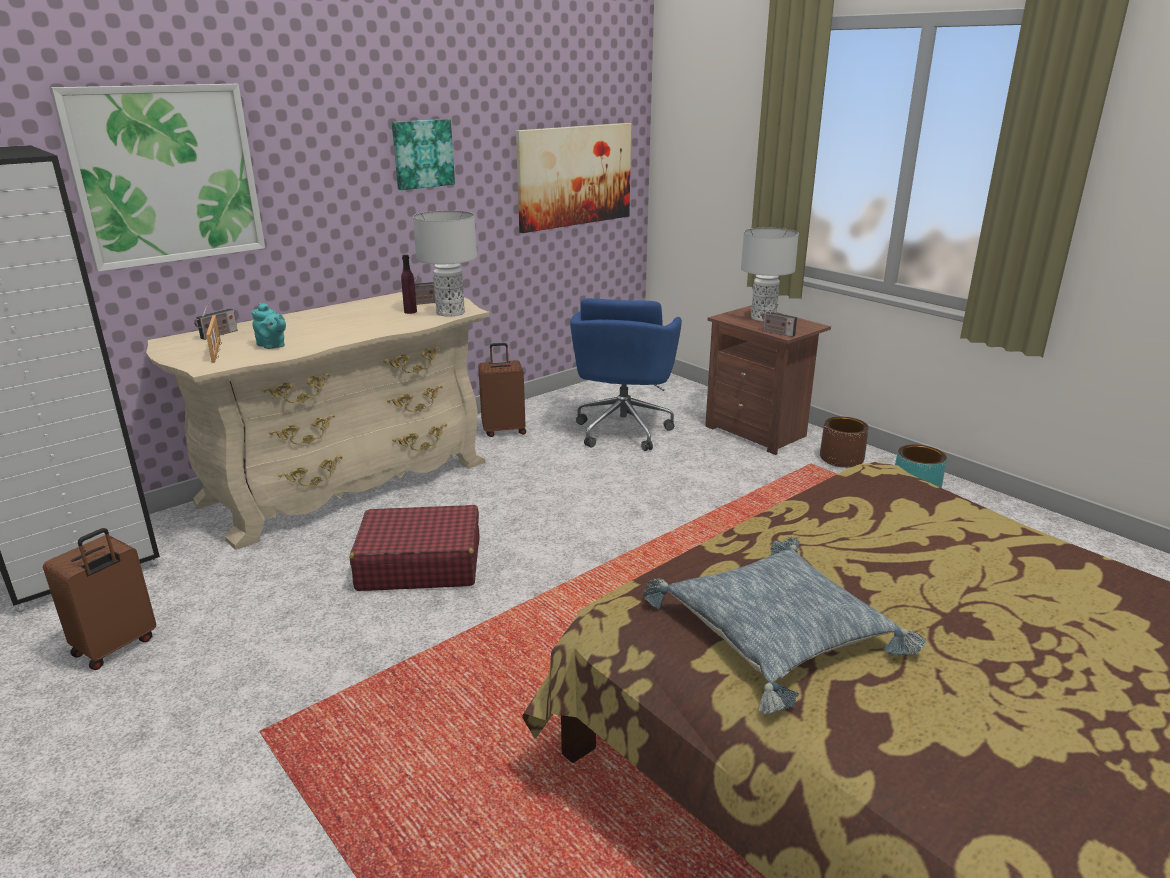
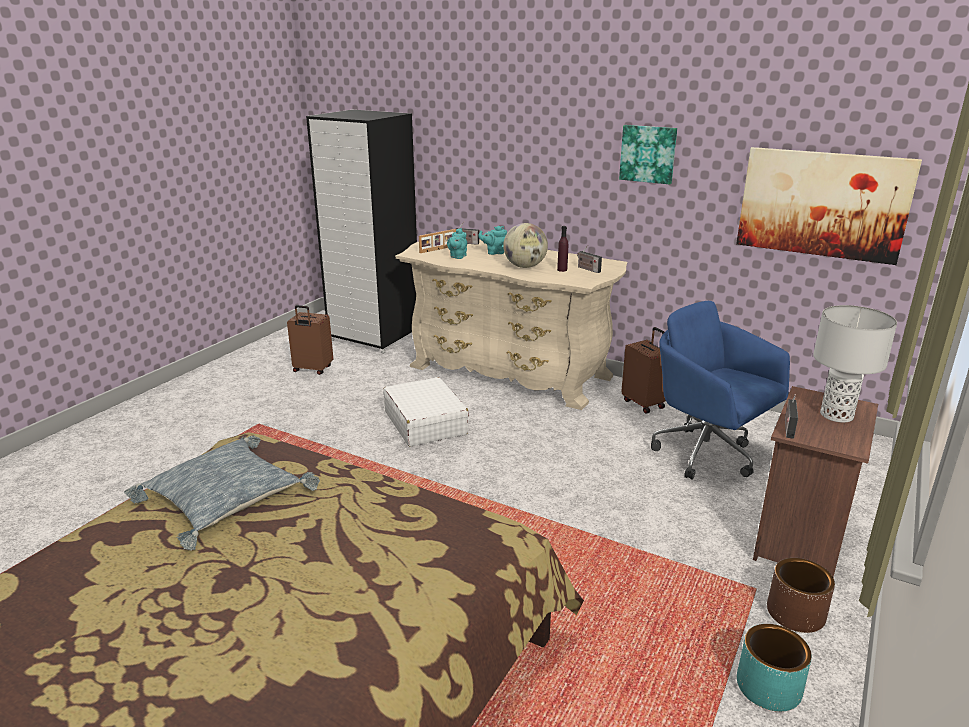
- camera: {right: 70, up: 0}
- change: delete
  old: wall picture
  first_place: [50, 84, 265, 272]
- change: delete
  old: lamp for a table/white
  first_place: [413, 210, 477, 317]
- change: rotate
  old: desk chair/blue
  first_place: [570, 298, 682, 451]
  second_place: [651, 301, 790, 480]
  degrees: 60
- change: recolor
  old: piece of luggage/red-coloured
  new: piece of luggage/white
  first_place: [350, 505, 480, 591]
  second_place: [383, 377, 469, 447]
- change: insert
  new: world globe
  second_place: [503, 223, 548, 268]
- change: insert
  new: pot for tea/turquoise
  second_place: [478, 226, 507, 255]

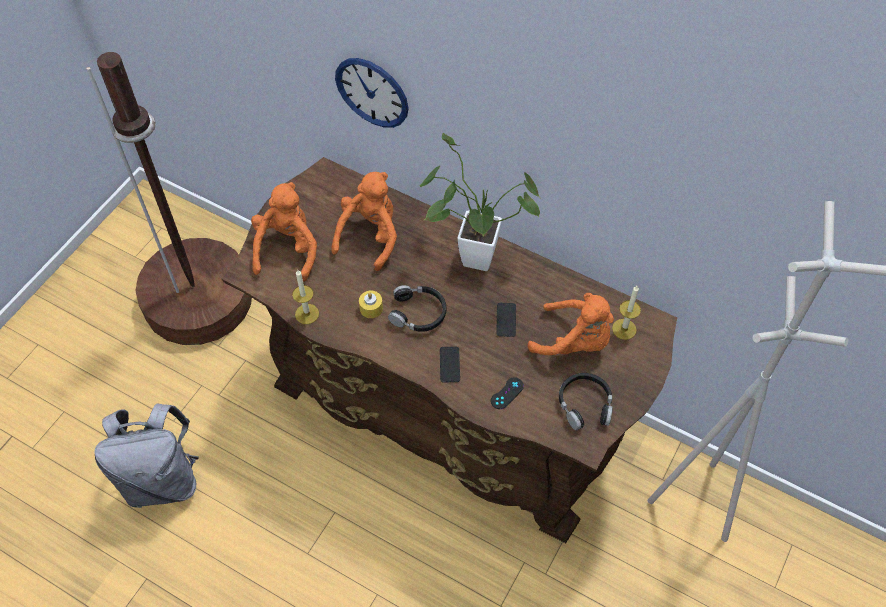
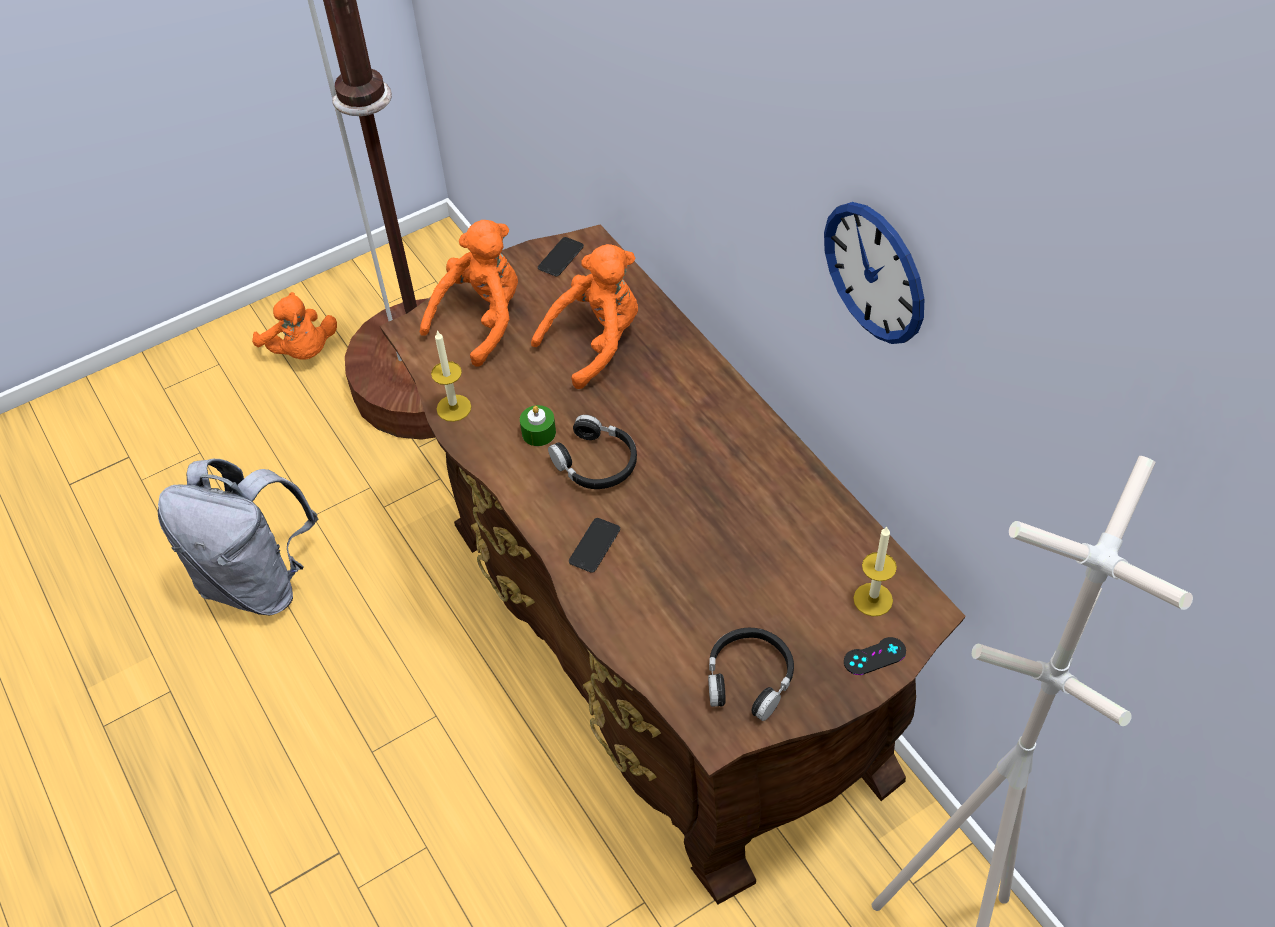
- camera: {right: 30, up: -5}
- change: move
  old: hanging clock
  first_place: [335, 58, 409, 128]
  second_place: [824, 202, 924, 344]
- change: delete
  old: potted plant
  first_place: [419, 133, 540, 271]
- change: recolor
  old: candle/yellow
  new: candle/greenish
  first_place: [359, 291, 383, 318]
  second_place: [520, 405, 556, 446]
- change: move
  old: soft toy/orangey
  first_place: [528, 293, 614, 355]
  second_place: [252, 292, 337, 360]
- change: move
  old: telephone
  first_place: [496, 303, 516, 337]
  second_place: [538, 237, 584, 276]
- change: move
  old: joypad/blackish
  first_place: [491, 377, 524, 409]
  second_place: [844, 637, 906, 675]

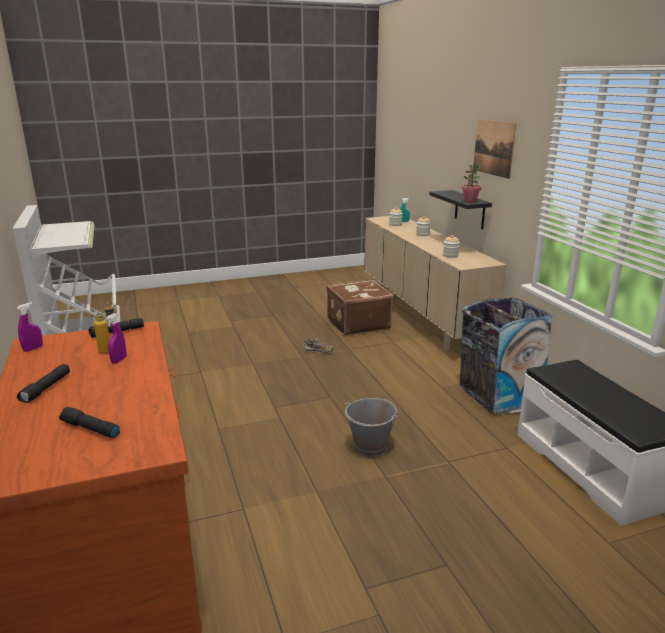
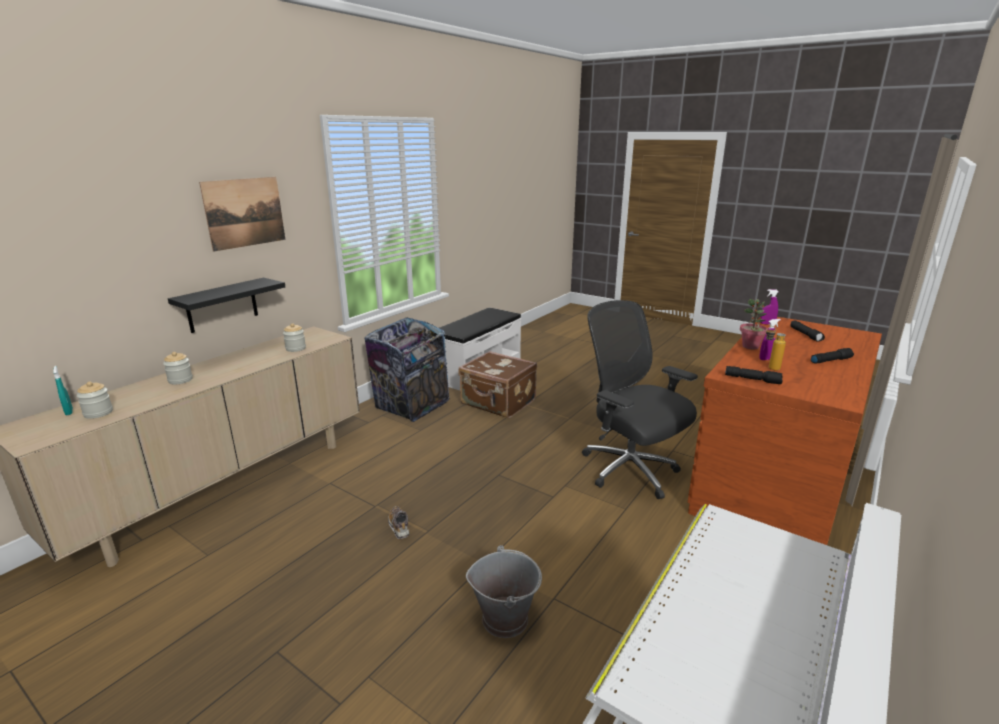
- camera: {right: -125, up: 0}
- change: move
  old: potted plant
  first_place: [462, 164, 482, 203]
  second_place: [740, 299, 768, 350]
- change: move
  old: piece of luggage/brown
  first_place: [327, 280, 393, 335]
  second_place: [458, 351, 537, 418]
- change: move
  old: sprayer/purple
  first_place: [17, 302, 43, 352]
  second_place: [760, 289, 779, 325]
- change: move
  old: water bucket/gray
  first_place: [345, 398, 398, 457]
  second_place: [466, 545, 542, 638]
- change: insert
  new: desk chair
  second_place: [582, 300, 698, 499]

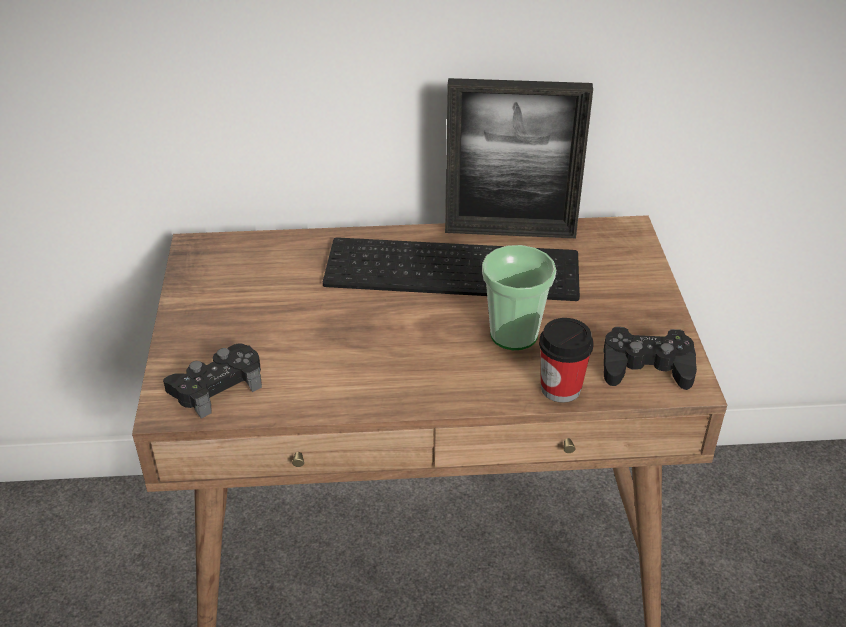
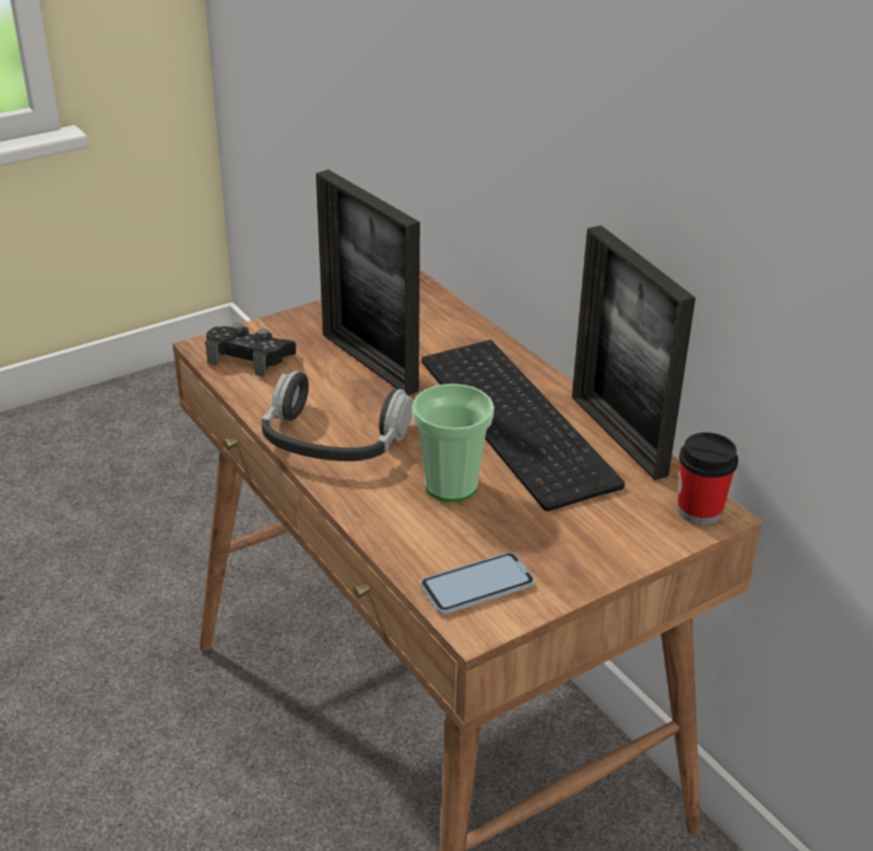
- camera: {right: 60, up: -5}
- change: move
  old: small cup
  first_place: [539, 318, 594, 403]
  second_place: [678, 432, 738, 525]
- change: replace
  old: joypad/blackish
  new: telephone
  first_place: [604, 327, 697, 390]
  second_place: [421, 552, 535, 614]
- change: insert
  new: picture frame
  second_place: [316, 169, 420, 396]
- change: insert
  new: pair of headphones
  second_place: [261, 371, 413, 461]

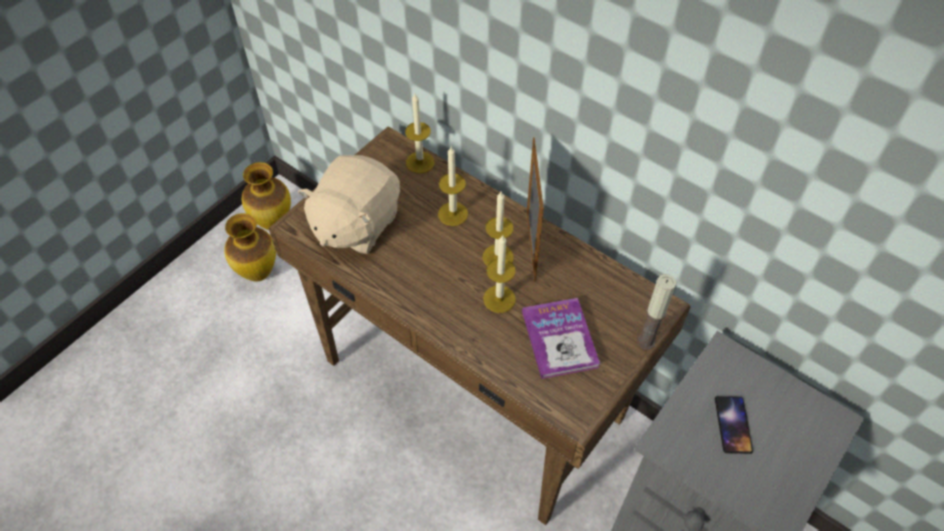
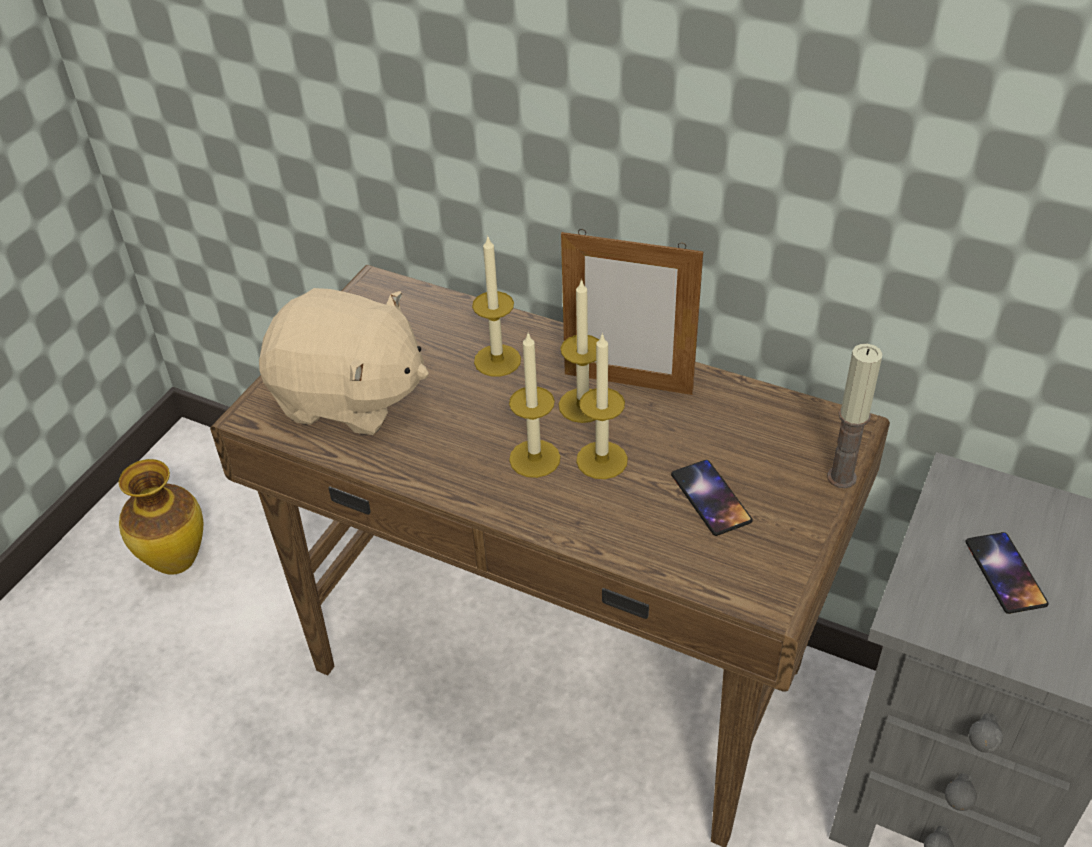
- camera: {right: -10, up: -10}
- change: move
  old: candle
  first_place: [405, 93, 435, 173]
  second_place: [509, 333, 561, 478]
- change: rotate
  old: picture frame
  first_place: [527, 137, 544, 282]
  second_place: [561, 229, 703, 395]
  degrees: 120
- change: rotate
  old: soft toy/sand-coloured
  first_place: [298, 155, 400, 254]
  second_place: [259, 288, 429, 435]
  degrees: -90
- change: delete
  old: vase
  first_place: [242, 162, 291, 230]
- change: replace
  old: volume
  new: telephone
  first_place: [522, 298, 600, 379]
  second_place: [671, 460, 753, 536]

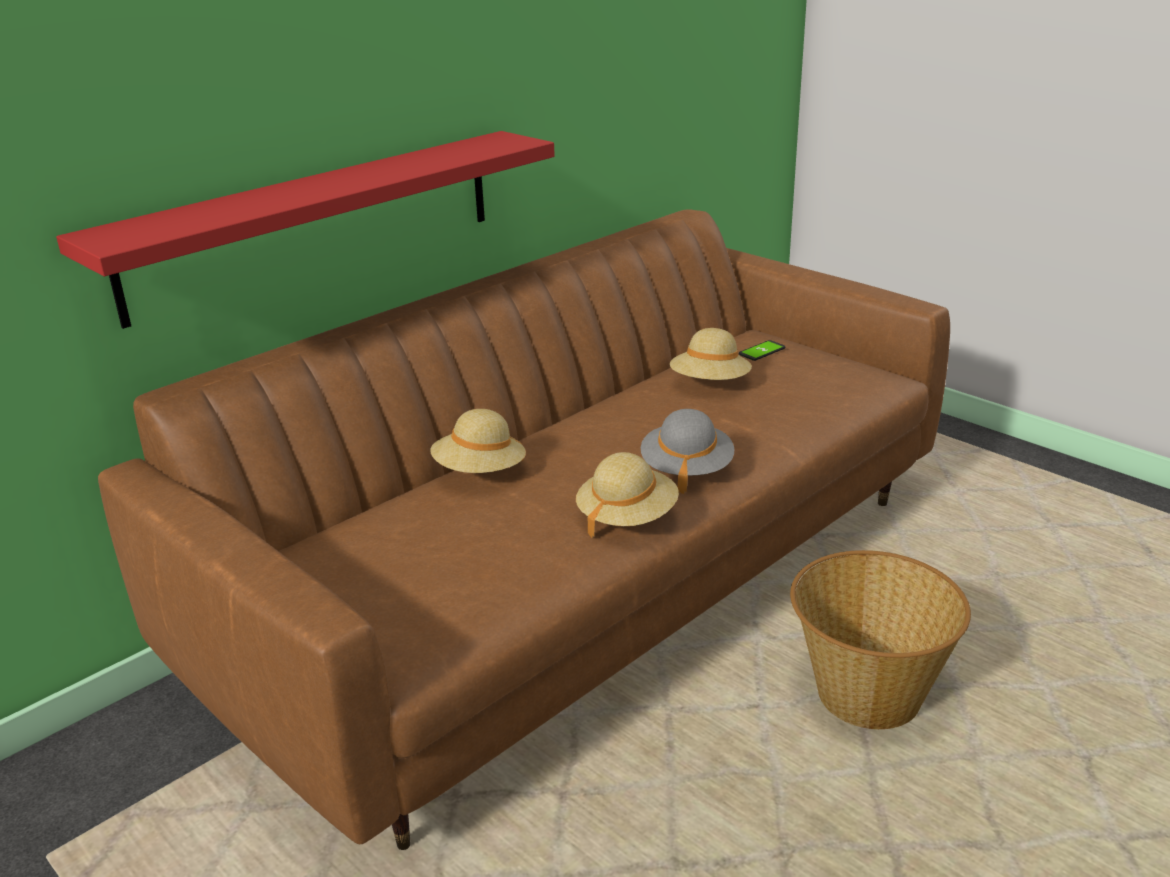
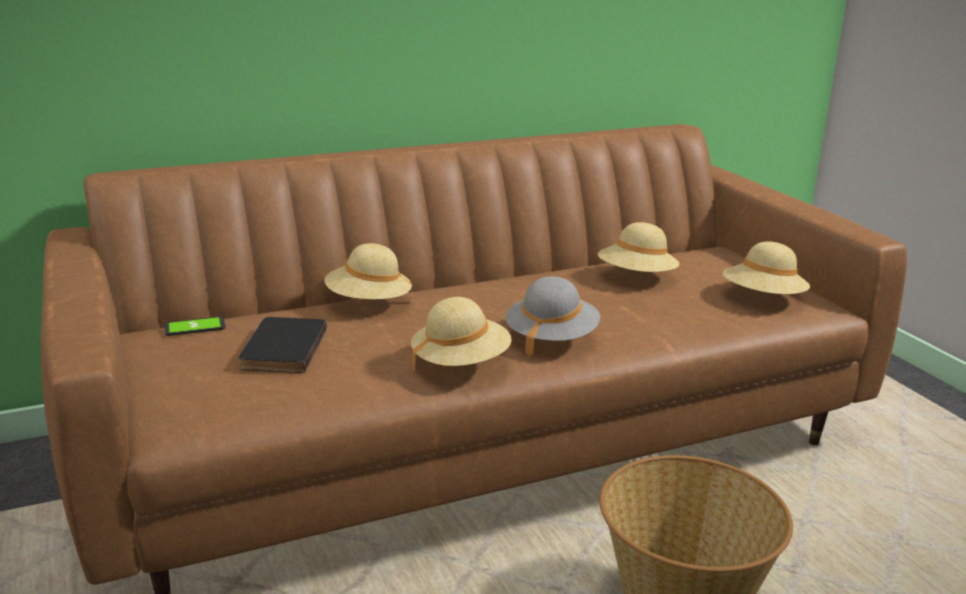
- camera: {right: 20, up: -5}
- change: delete
  old: wall shelf/red-coloured
  first_place: [56, 131, 555, 329]
- change: move
  old: telephone
  first_place: [739, 340, 785, 361]
  second_place: [164, 316, 226, 336]
- change: insert
  new: wearable hat/sand-coloured
  second_place: [723, 242, 810, 294]
- change: insert
  new: volume/blackish
  second_place: [238, 317, 327, 373]

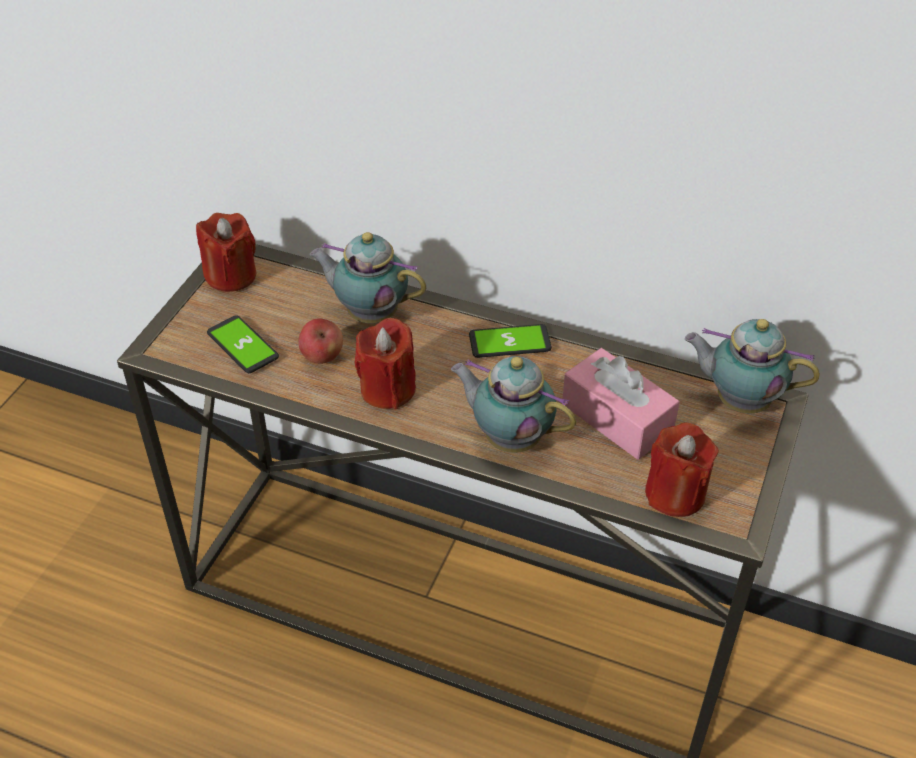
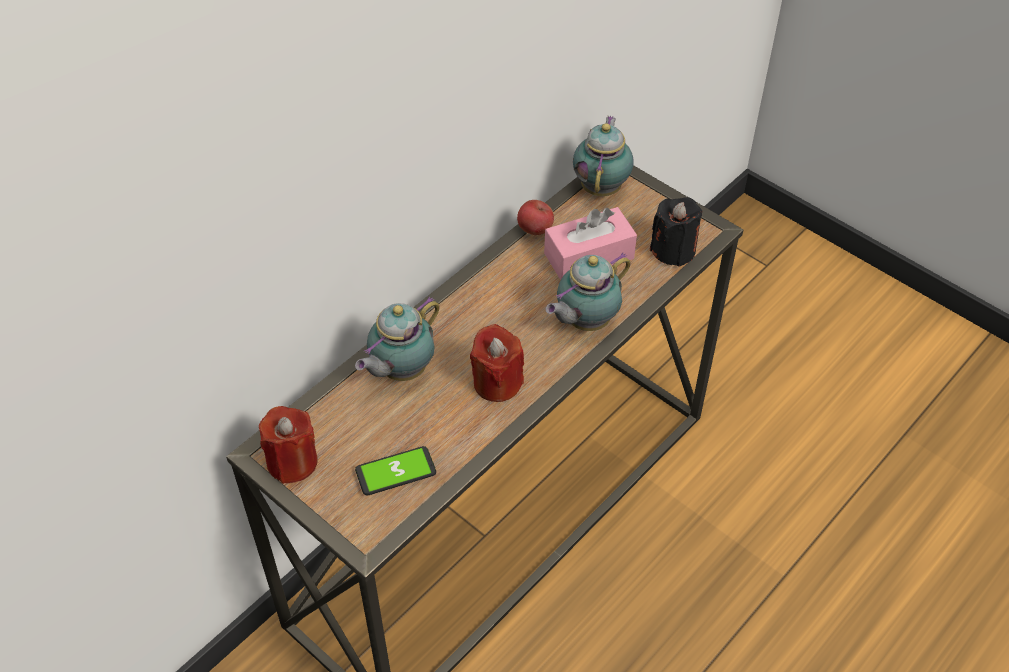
- camera: {right: -70, up: 5}
- change: move
  old: apple fruit
  first_place: [298, 318, 343, 364]
  second_place: [517, 200, 554, 235]
- change: rotate
  old: pot for tea
  first_place: [685, 319, 820, 414]
  second_place: [573, 116, 634, 196]
  degrees: 150
- change: delete
  old: telephone
  first_place: [469, 324, 552, 358]
- change: recolor
  old: candle/red-coloured
  new: candle/blackish
  first_place: [645, 423, 718, 517]
  second_place: [650, 197, 702, 267]

